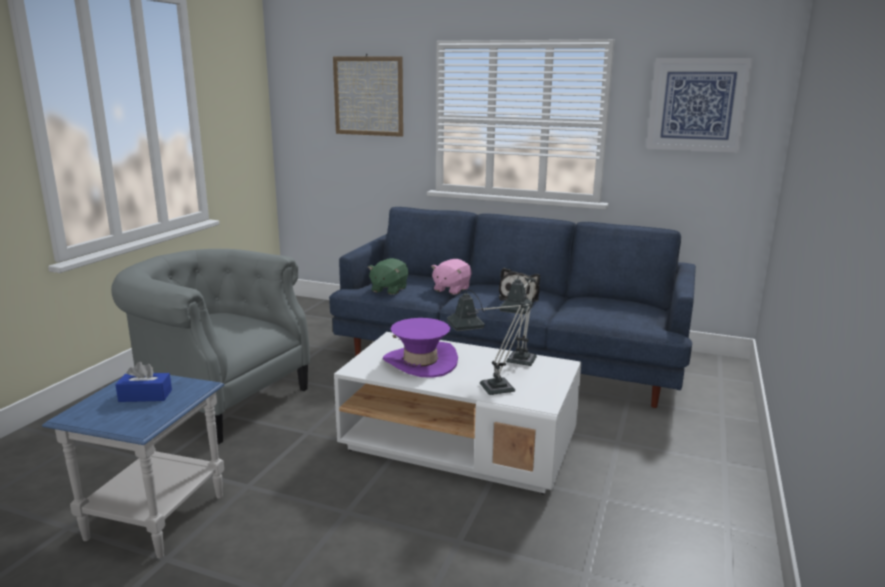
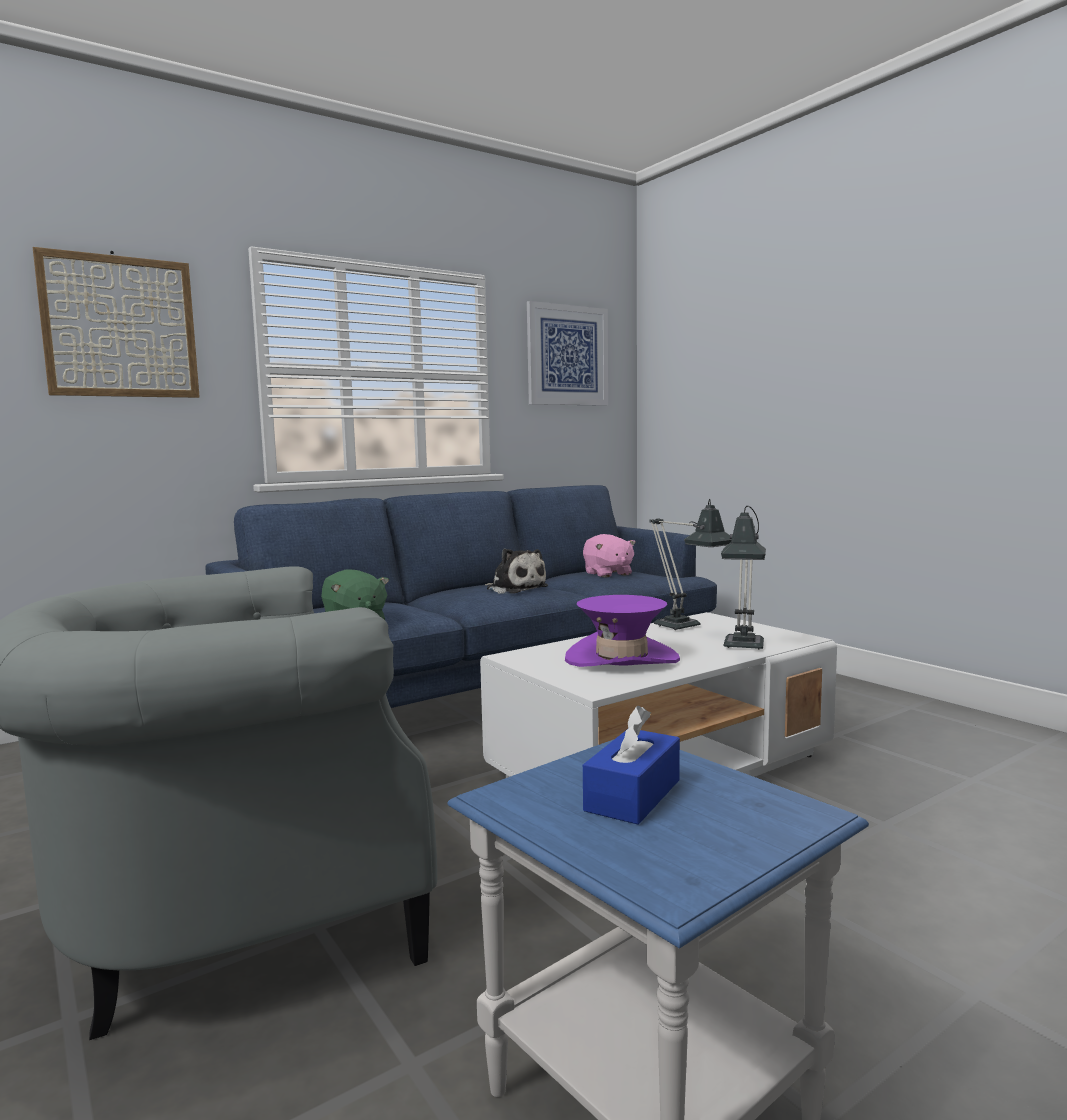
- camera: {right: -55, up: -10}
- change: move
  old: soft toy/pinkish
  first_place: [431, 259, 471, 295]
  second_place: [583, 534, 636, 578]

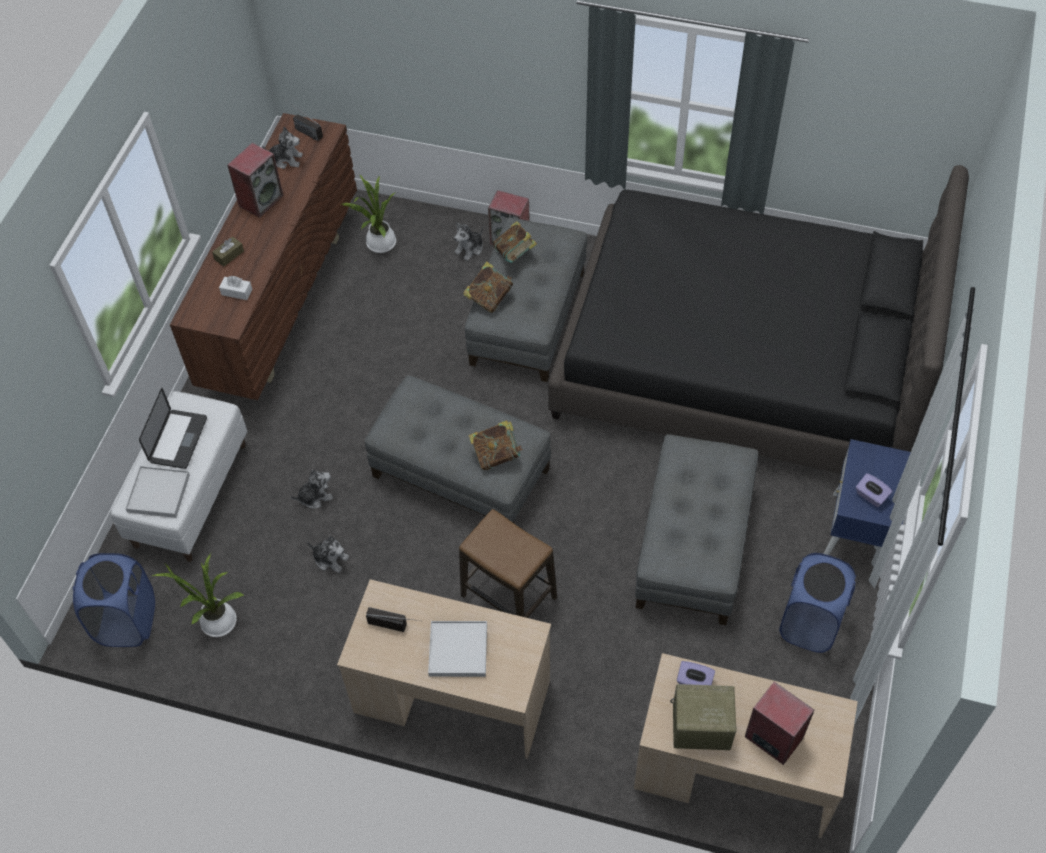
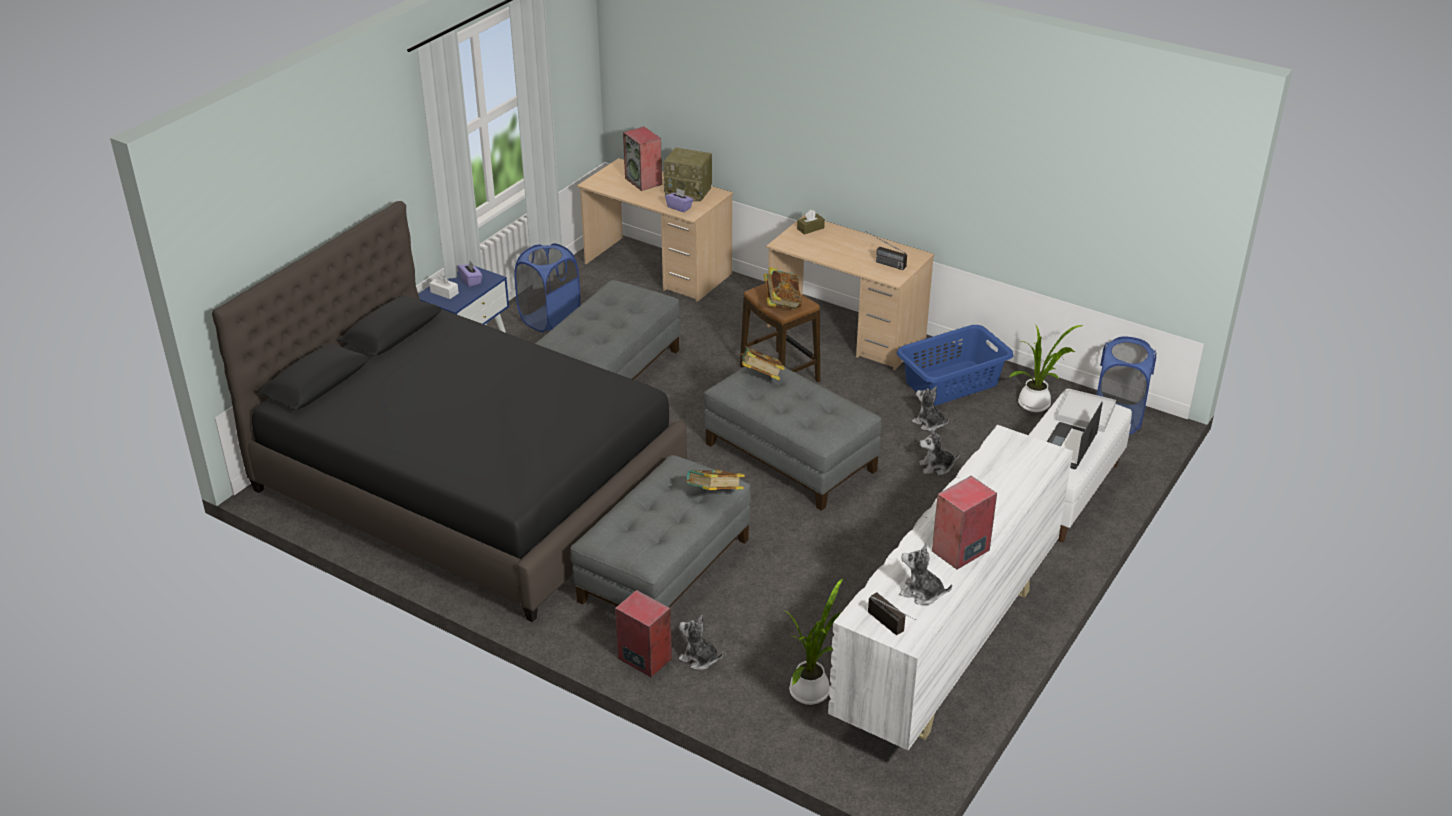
- camera: {right: -165, up: -20}
- change: recolor
  old: cabinet/brown
  new: cabinet/white
  first_place: [170, 113, 357, 400]
  second_place: [828, 425, 1073, 750]
- change: move
  old: volume
  first_place: [493, 221, 537, 263]
  second_place: [764, 267, 802, 310]
- change: rotate
  old: soft toy
  first_place: [454, 222, 483, 261]
  second_place: [678, 615, 723, 670]
  degrees: -120
- change: move
  old: tissue box/brown
  first_place: [212, 236, 244, 266]
  second_place: [797, 210, 825, 234]
- change: move
  old: tissue box/white
  first_place: [219, 276, 252, 300]
  second_place: [429, 274, 459, 299]
- change: delete
  old: carrying tray/white
  first_place: [428, 621, 487, 677]
- change: insert
  new: laundry basket/blue
  second_place: [897, 325, 1013, 405]

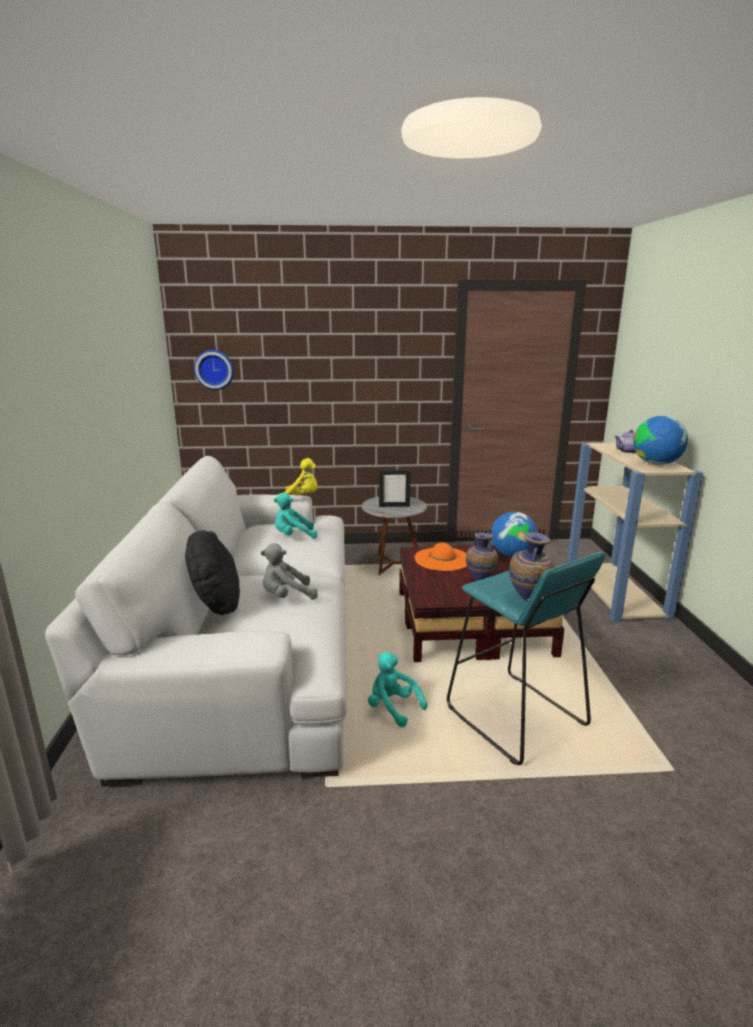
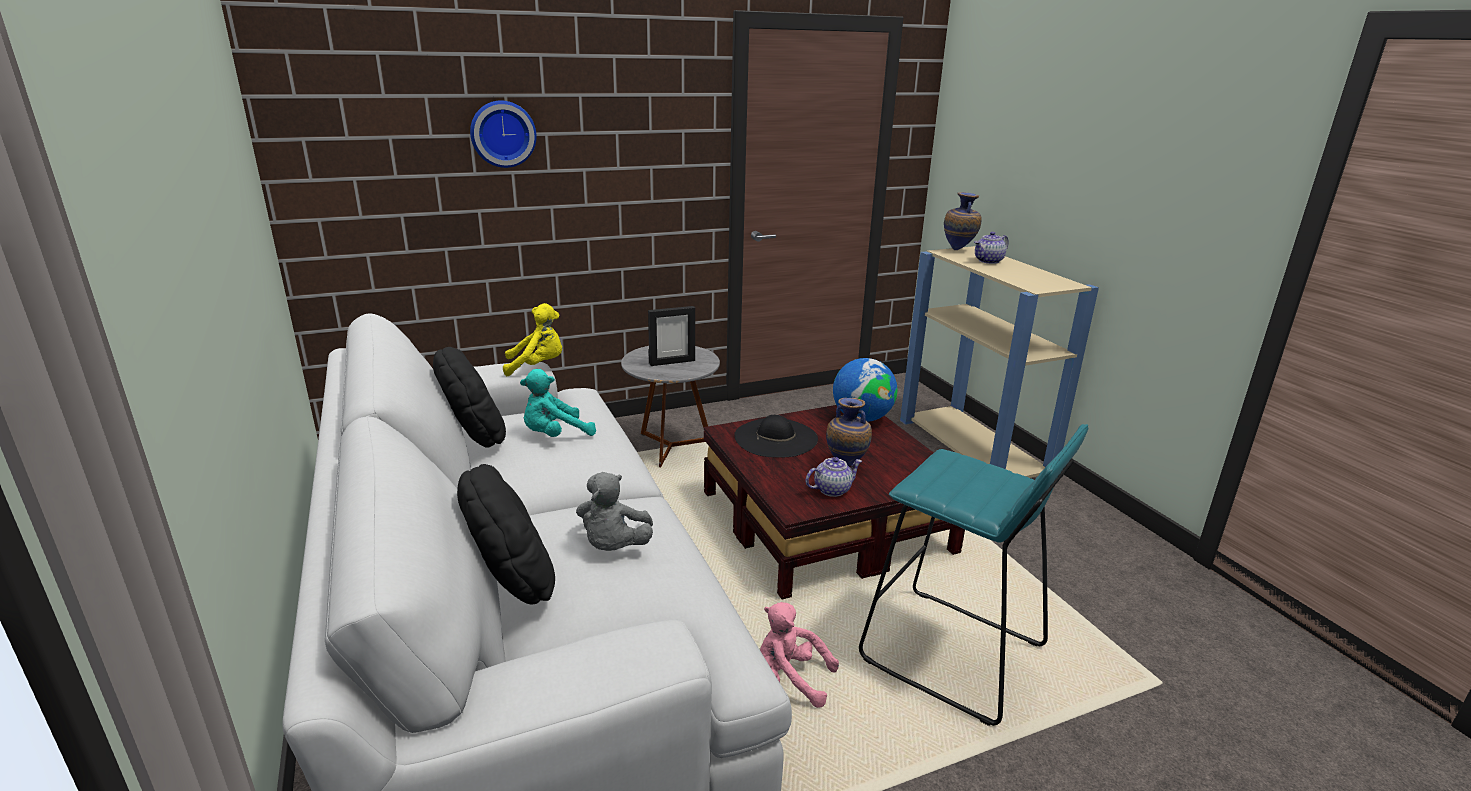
- camera: {right: -20, up: 5}
- change: move
  old: hanging clock
  first_place: [194, 350, 234, 390]
  second_place: [470, 100, 537, 168]
- change: delete
  old: world globe
  first_place: [633, 416, 688, 465]
- change: move
  old: vase
  first_place: [509, 532, 555, 599]
  second_place: [944, 192, 982, 250]
- change: rotate
  old: soft toy/gray
  first_place: [260, 543, 318, 600]
  second_place: [576, 472, 653, 551]
  degrees: -45
- change: recolor
  old: wearable hat/orangey
  new: wearable hat/blackish
  first_place: [414, 543, 467, 571]
  second_place: [734, 415, 818, 457]
- change: recolor
  old: soft toy/turquoise
  new: soft toy/pinkish
  first_place: [368, 652, 427, 727]
  second_place: [760, 602, 839, 708]
- change: insert
  new: cushion/blackish
  second_place: [433, 347, 506, 448]
- change: insert
  new: pot for tea
  second_place: [806, 457, 862, 497]

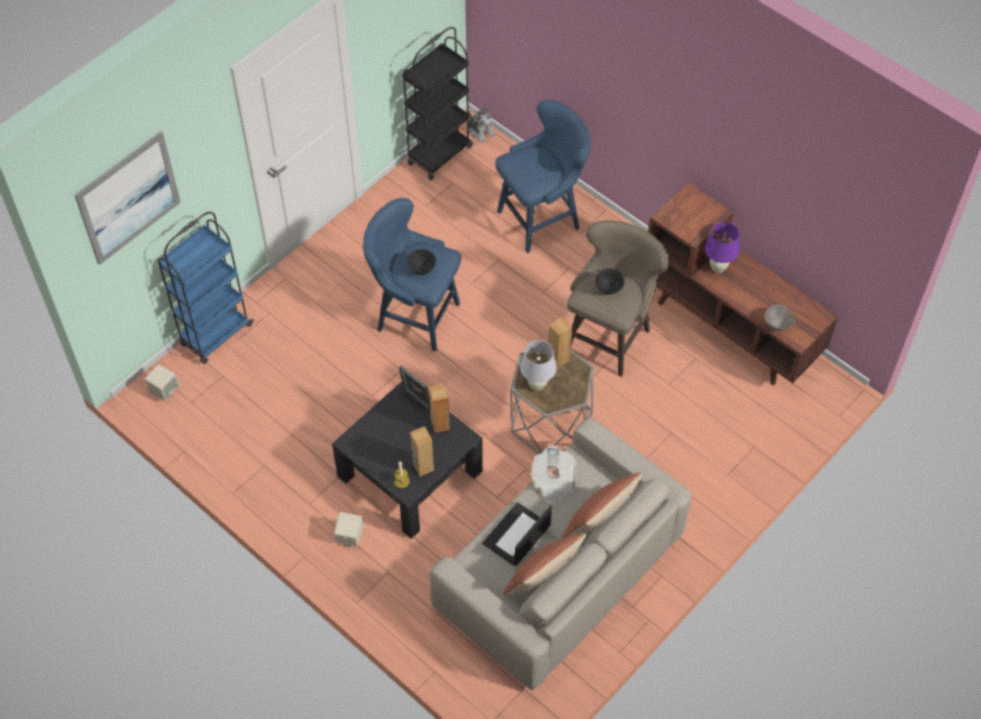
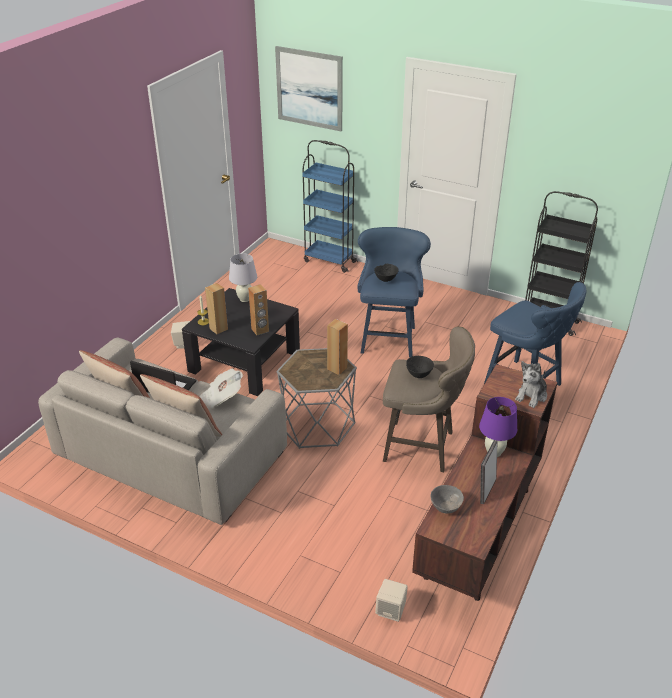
- camera: {right: 75, up: -20}
- change: move
  old: soft toy
  first_place: [469, 107, 495, 143]
  second_place: [515, 361, 547, 408]
- change: move
  old: lamp for a table/white
  first_place: [520, 340, 557, 391]
  second_place: [229, 253, 257, 302]
- change: move
  old: audio speaker/sand-coloured
  first_place: [145, 365, 180, 402]
  second_place: [375, 579, 408, 622]
- change: move
  old: picture frame
  first_place: [399, 365, 430, 410]
  second_place: [480, 440, 498, 505]

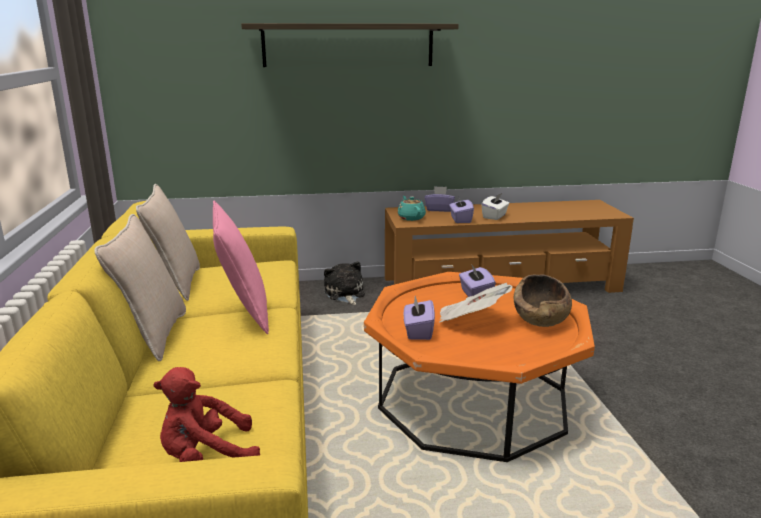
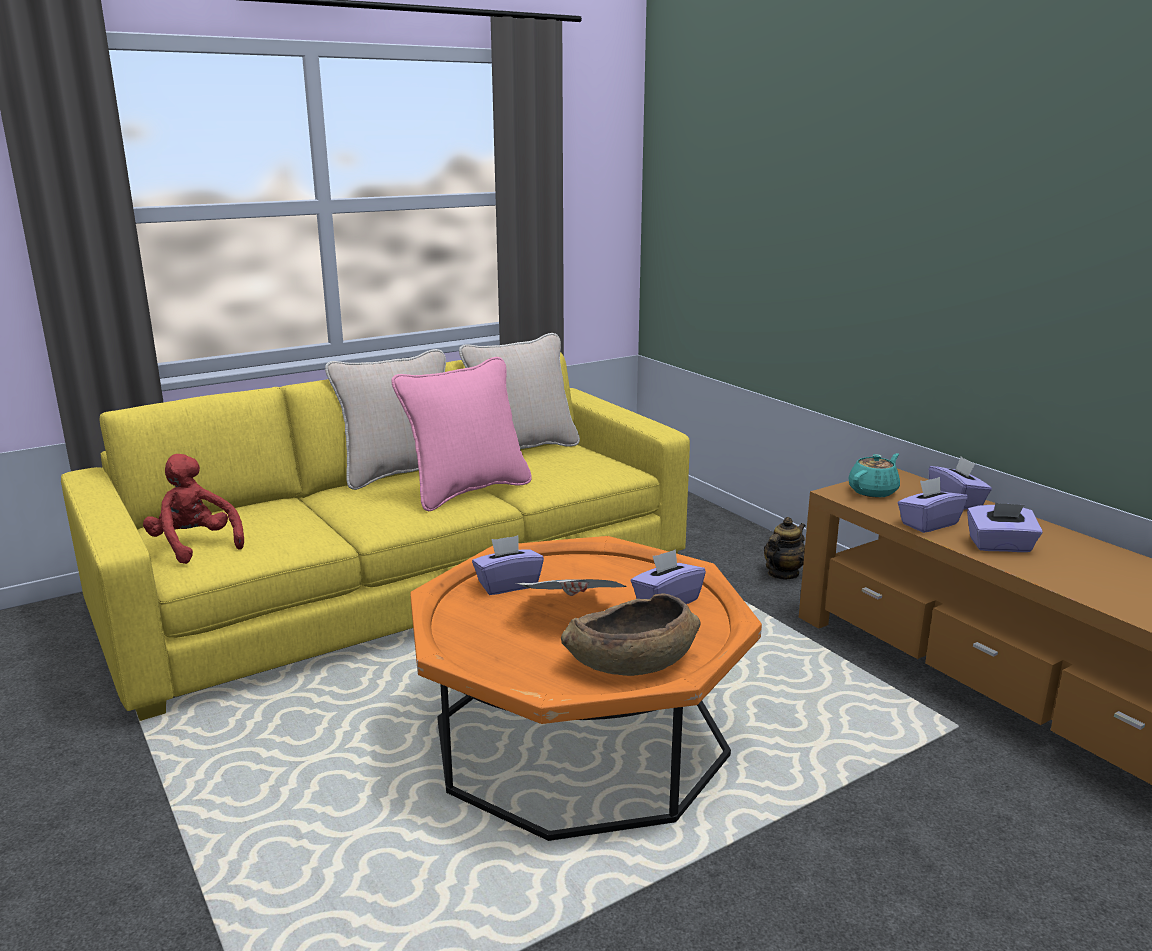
- camera: {right: 65, up: 0}
- change: delete
  old: wall shelf
  first_place: [241, 23, 459, 67]
- change: recolor
  old: tissue box/white
  new: tissue box/purple
  first_place: [481, 193, 509, 220]
  second_place: [967, 503, 1043, 552]
- change: replace
  old: soft toy
  new: pot for tea
  first_place: [324, 261, 365, 305]
  second_place: [764, 517, 806, 579]

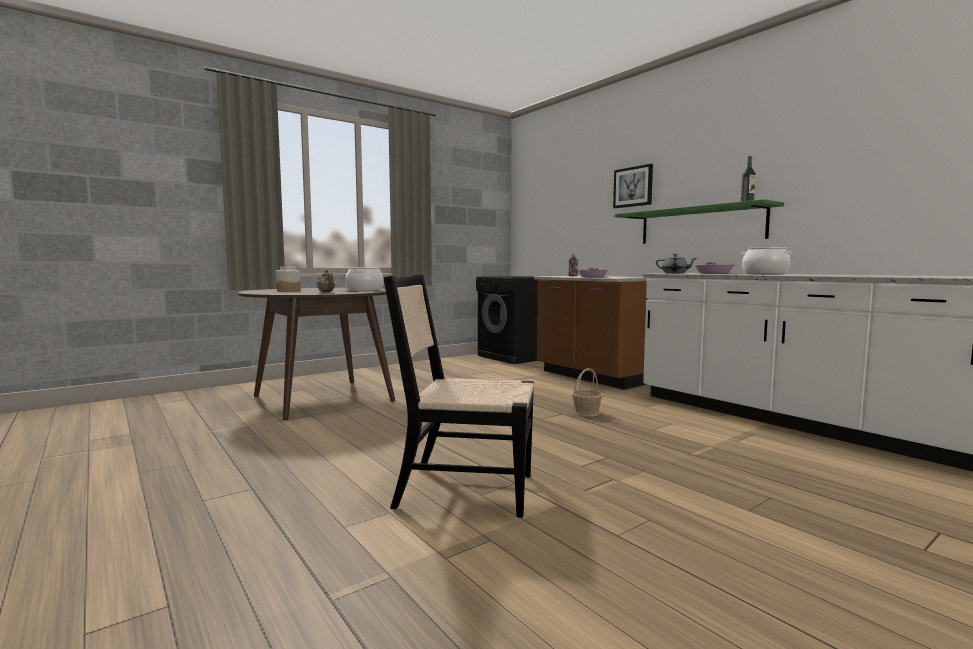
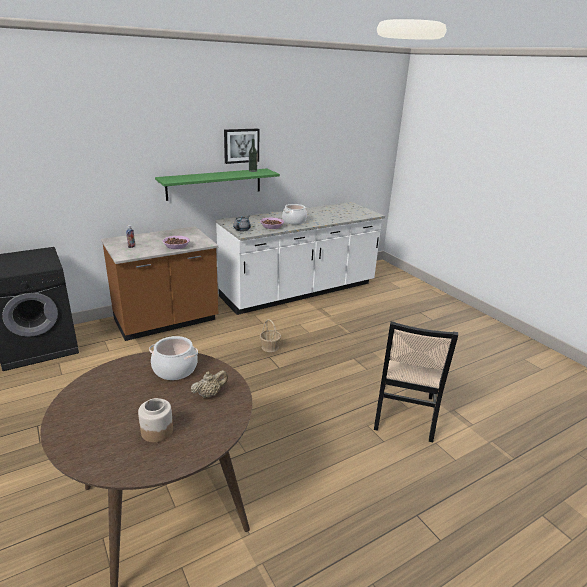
- camera: {right: -85, up: 20}
- change: move
  old: wall picture
  first_place: [613, 164, 653, 208]
  second_place: [224, 128, 259, 164]

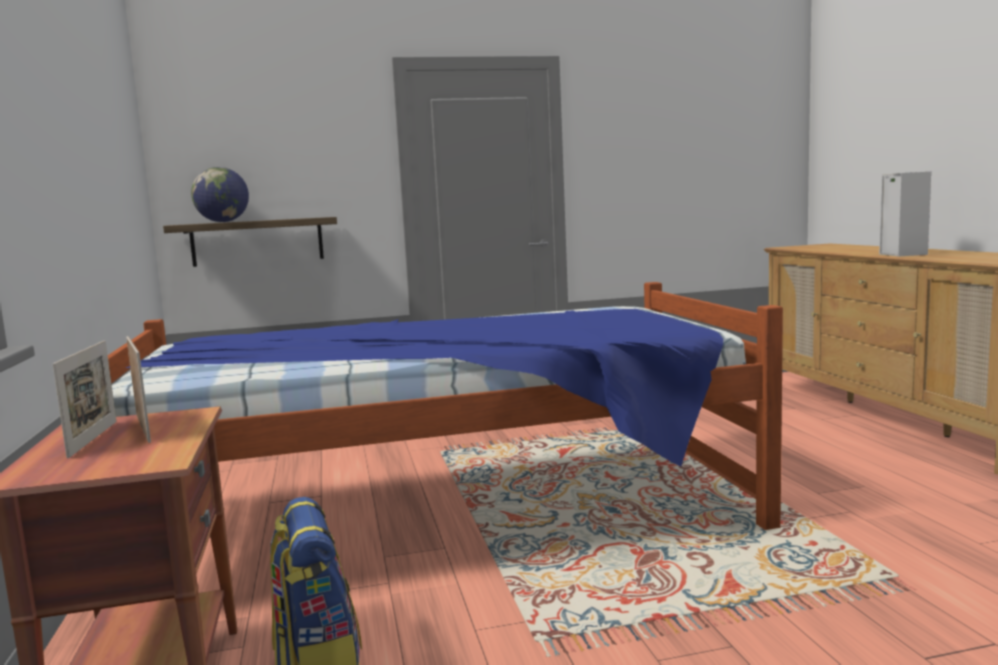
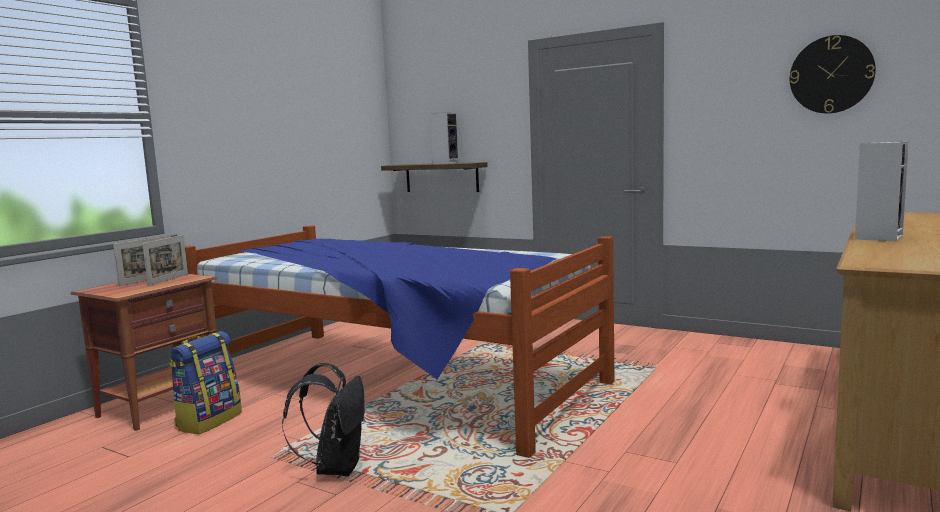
- camera: {right: 45, up: 0}
- change: delete
  old: world globe
  first_place: [191, 167, 249, 222]
- change: insert
  new: hanging clock
  second_place: [790, 35, 876, 113]
- change: insert
  new: audio speaker
  second_place: [431, 113, 460, 164]
- change: insert
  new: knapsack/blackish
  second_place: [282, 363, 365, 476]

